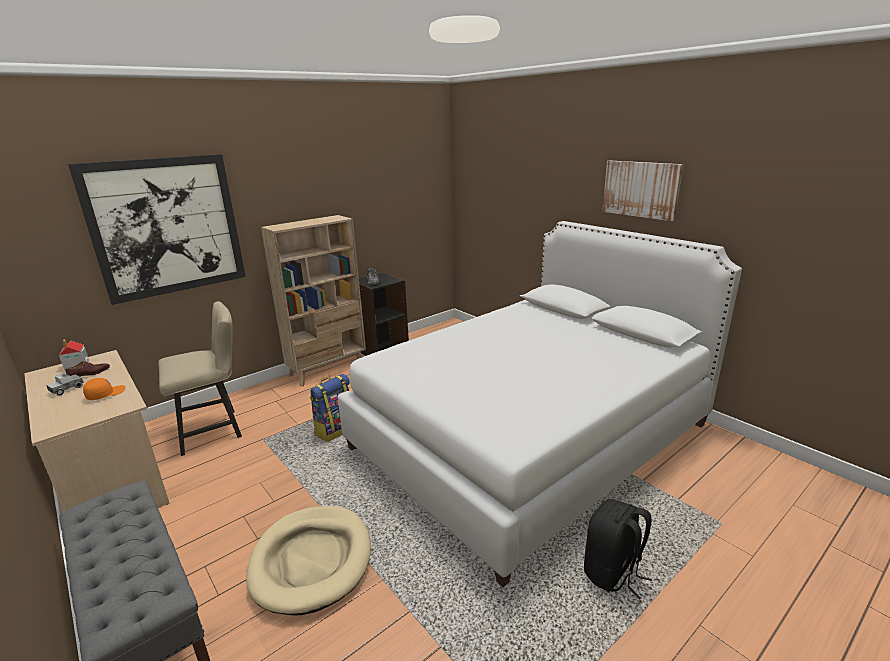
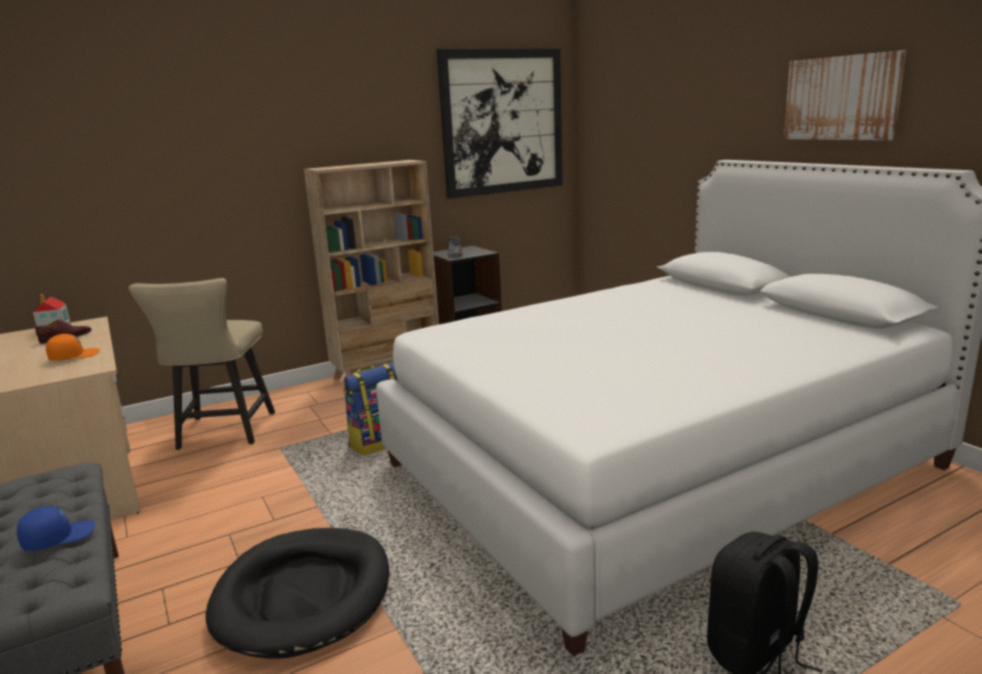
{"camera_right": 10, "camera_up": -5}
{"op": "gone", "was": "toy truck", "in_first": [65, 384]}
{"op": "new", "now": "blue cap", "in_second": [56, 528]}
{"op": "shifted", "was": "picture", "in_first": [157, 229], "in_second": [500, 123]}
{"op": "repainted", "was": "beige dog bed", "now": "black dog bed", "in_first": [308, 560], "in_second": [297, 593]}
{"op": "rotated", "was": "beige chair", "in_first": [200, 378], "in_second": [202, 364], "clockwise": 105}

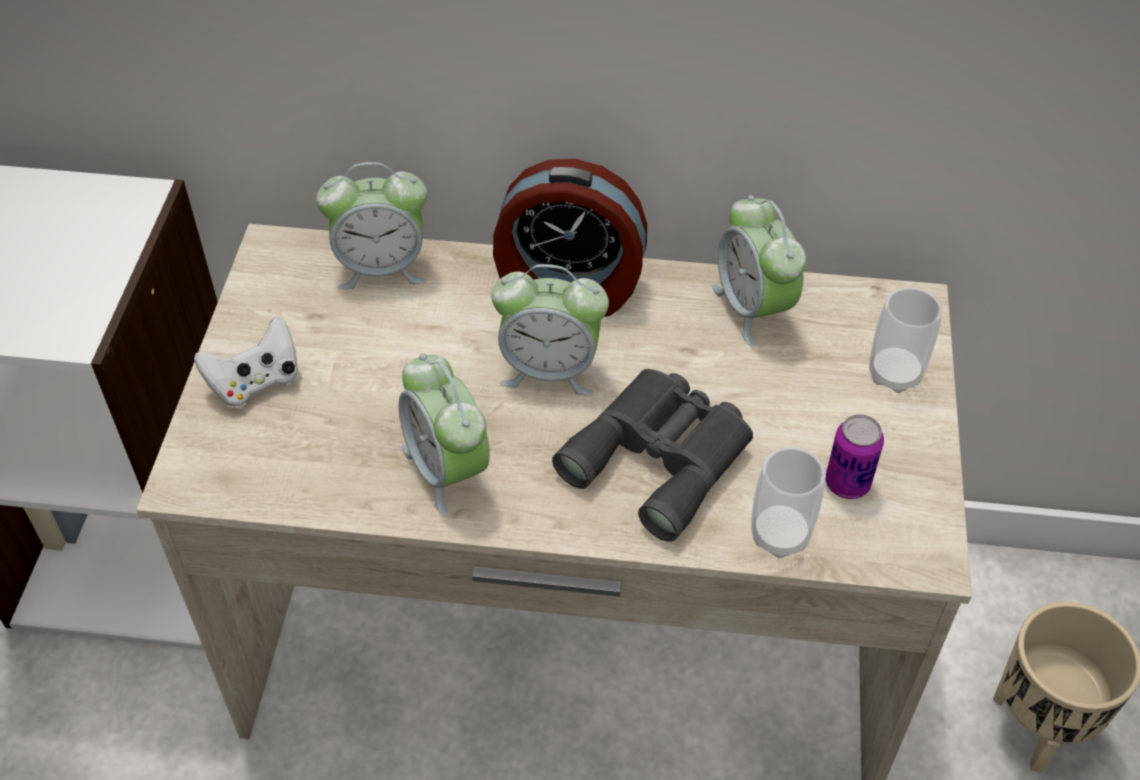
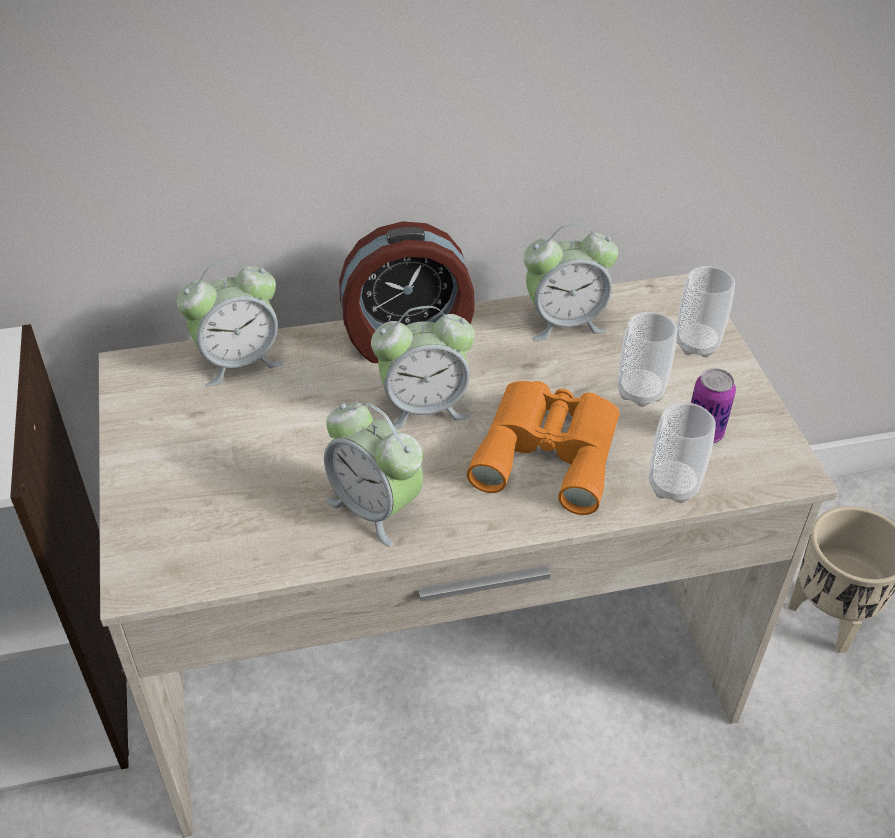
{"camera_right": -20, "camera_up": -5}
{"op": "gone", "was": "white game controller", "in_first": [246, 362]}
{"op": "new", "now": "cup", "in_second": [647, 359]}
{"op": "repainted", "was": "grey binoculars", "now": "orange binoculars", "in_first": [652, 455], "in_second": [543, 448]}
{"op": "rotated", "was": "alarm clock", "in_first": [759, 270], "in_second": [571, 282], "clockwise": -60}

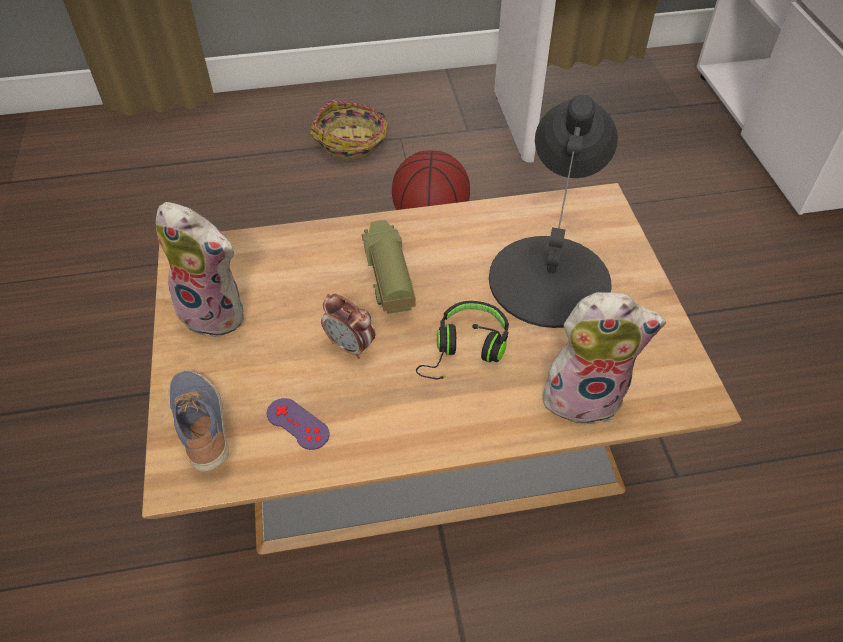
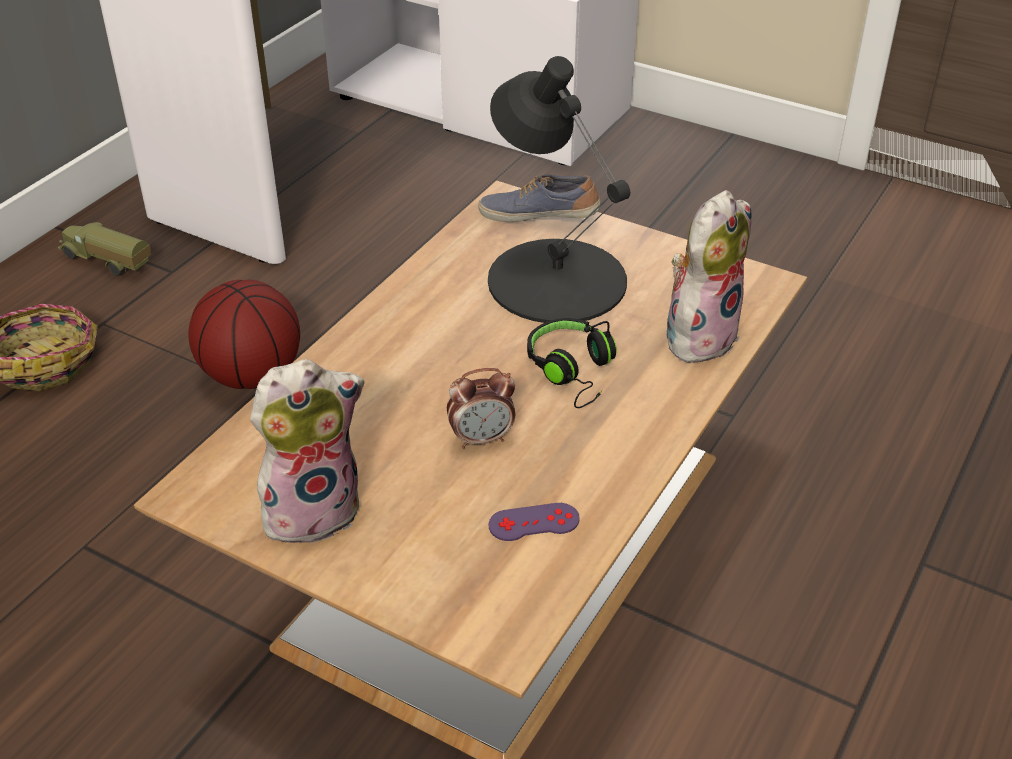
{"camera_right": -50, "camera_up": -10}
{"op": "shifted", "was": "shoe", "in_first": [199, 421], "in_second": [539, 198]}
{"op": "shifted", "was": "toy truck", "in_first": [388, 267], "in_second": [104, 249]}

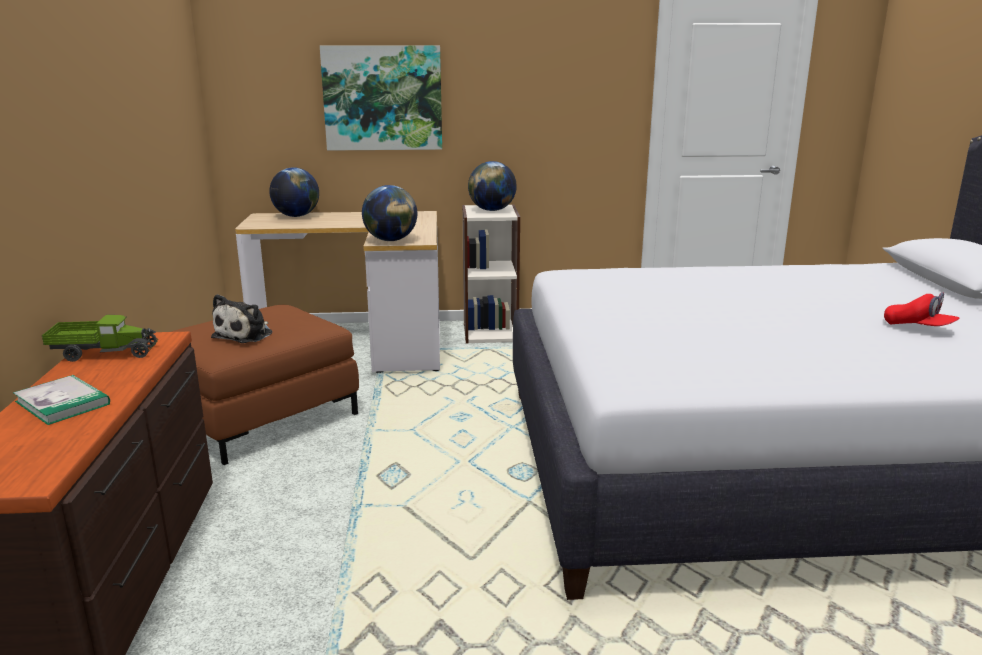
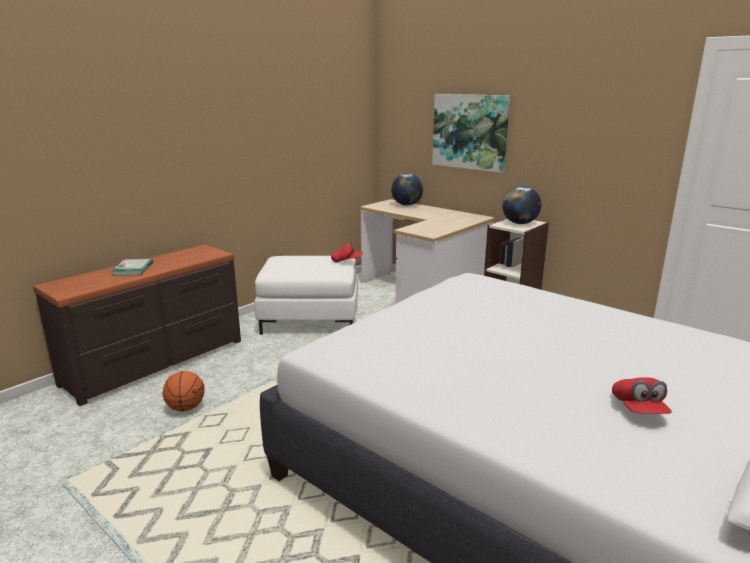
{"camera_right": 45, "camera_up": 0}
{"op": "gone", "was": "toy truck", "in_first": [100, 338]}
{"op": "gone", "was": "plush toy", "in_first": [241, 318]}
{"op": "gone", "was": "globe", "in_first": [389, 213]}
{"op": "new", "now": "basketball", "in_second": [184, 391]}
{"op": "new", "now": "red cap", "in_second": [347, 252]}
{"op": "repainted", "was": "brown ottoman", "now": "white ottoman", "in_first": [265, 385], "in_second": [306, 295]}

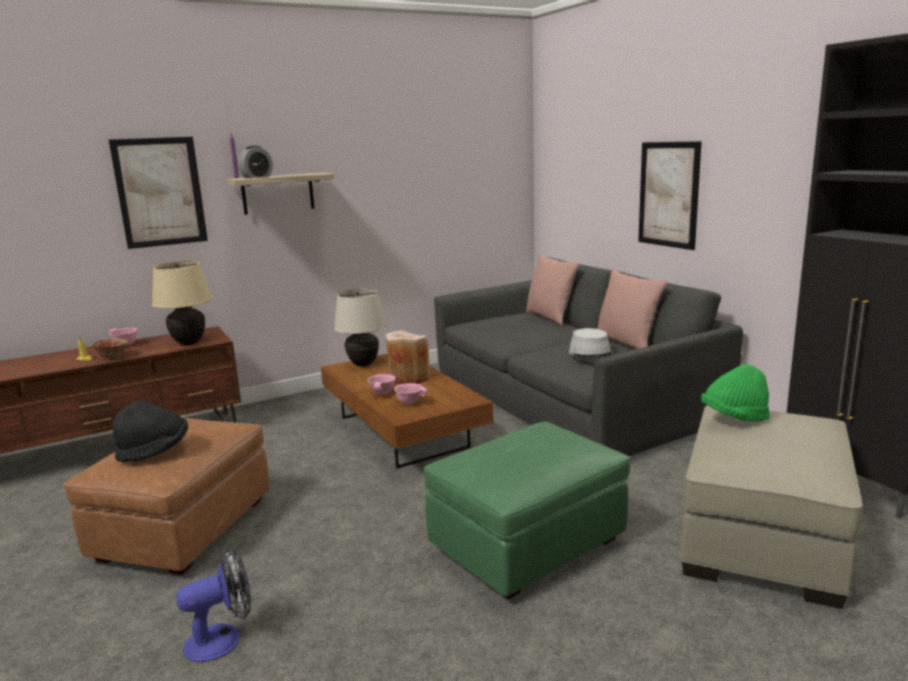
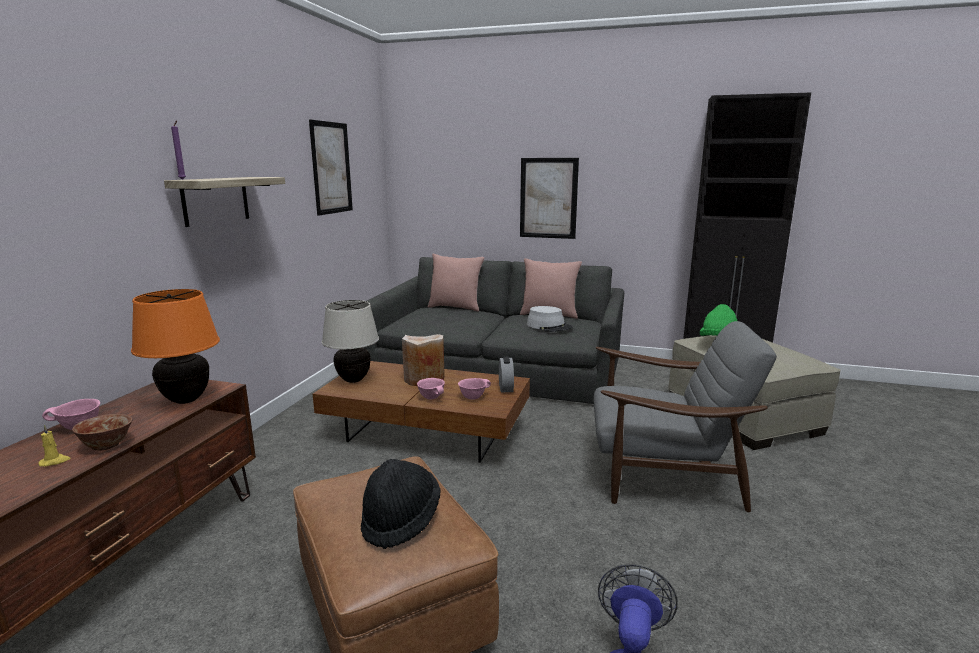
{"camera_right": -45, "camera_up": 0}
{"op": "shifted", "was": "picture", "in_first": [158, 193], "in_second": [331, 167]}
{"op": "shifted", "was": "alarm clock", "in_first": [255, 162], "in_second": [506, 374]}
{"op": "swapped", "was": "green ottoman", "now": "grey armchair", "in_first": [527, 510], "in_second": [685, 416]}
{"op": "repainted", "was": "beige table lamp", "now": "orange table lamp", "in_first": [182, 303], "in_second": [175, 346]}

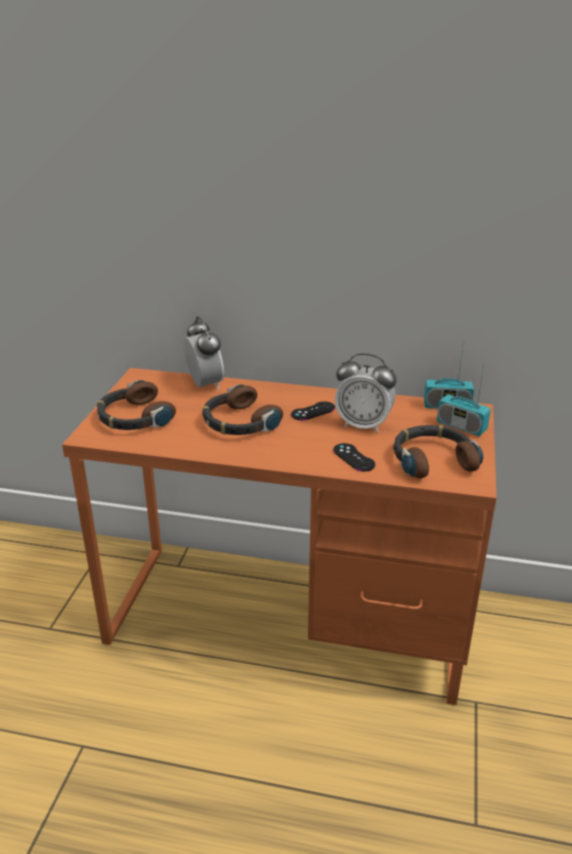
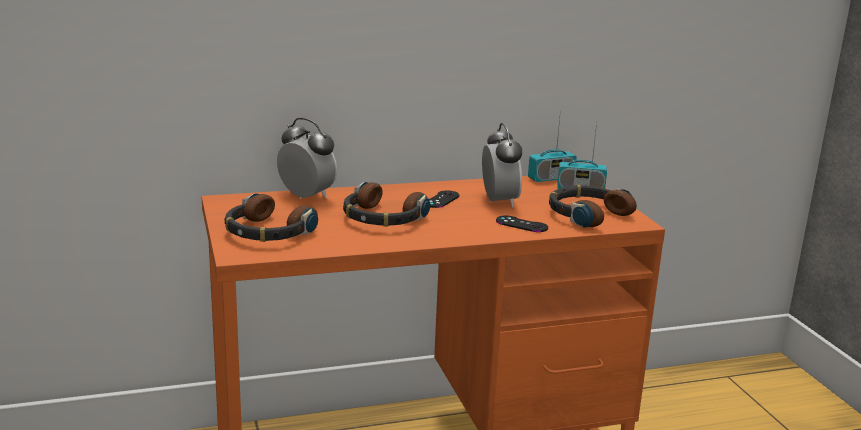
{"camera_right": -30, "camera_up": -10}
{"op": "rotated", "was": "alarm clock", "in_first": [366, 393], "in_second": [502, 165], "clockwise": -90}

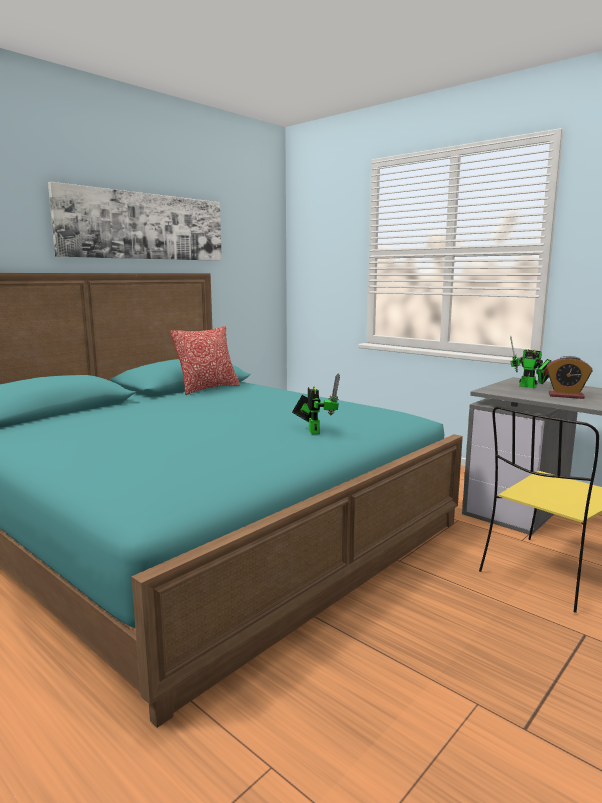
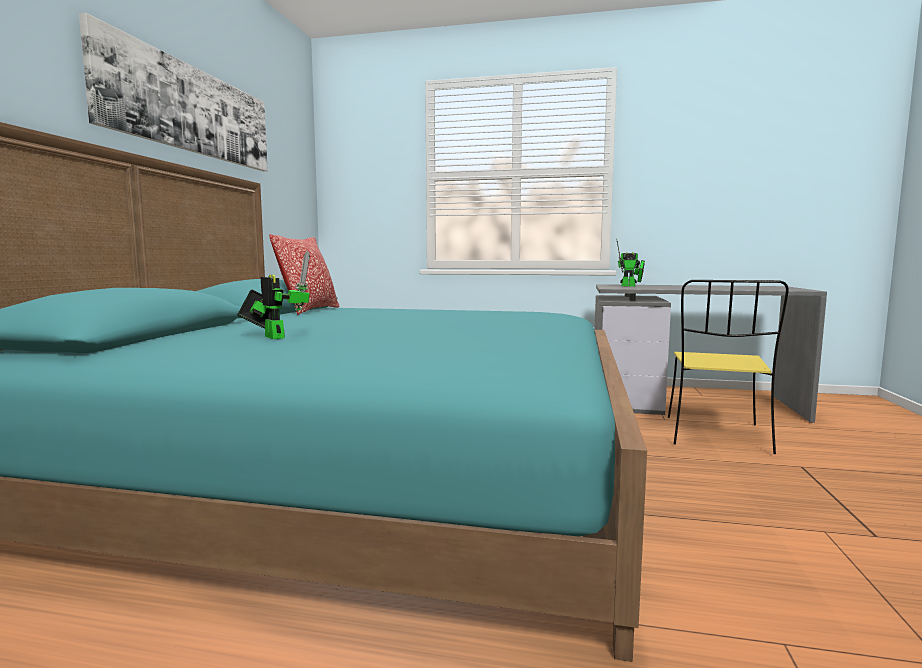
{"camera_right": -30, "camera_up": -5}
{"op": "gone", "was": "alarm clock", "in_first": [569, 377]}
{"op": "shifted", "was": "toy robot", "in_first": [316, 403], "in_second": [273, 295]}

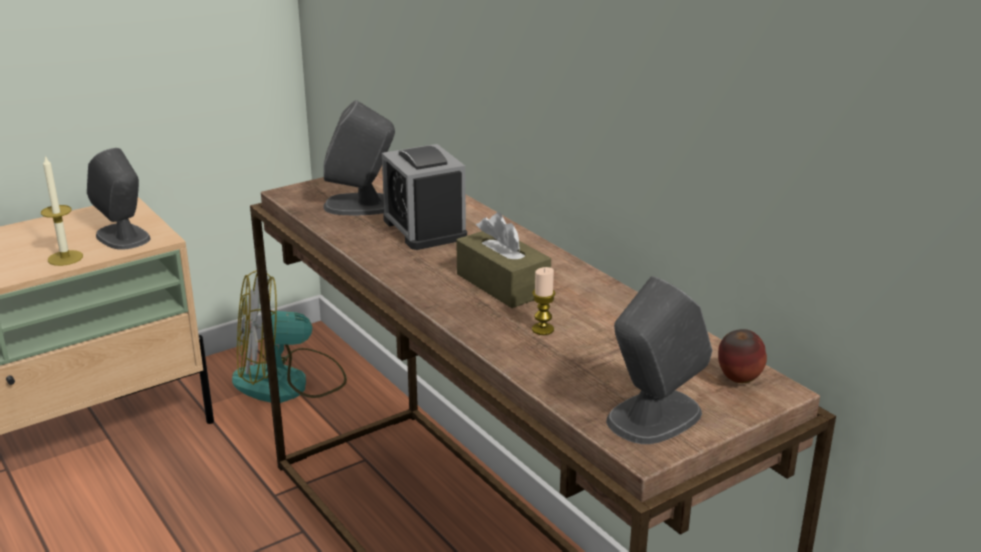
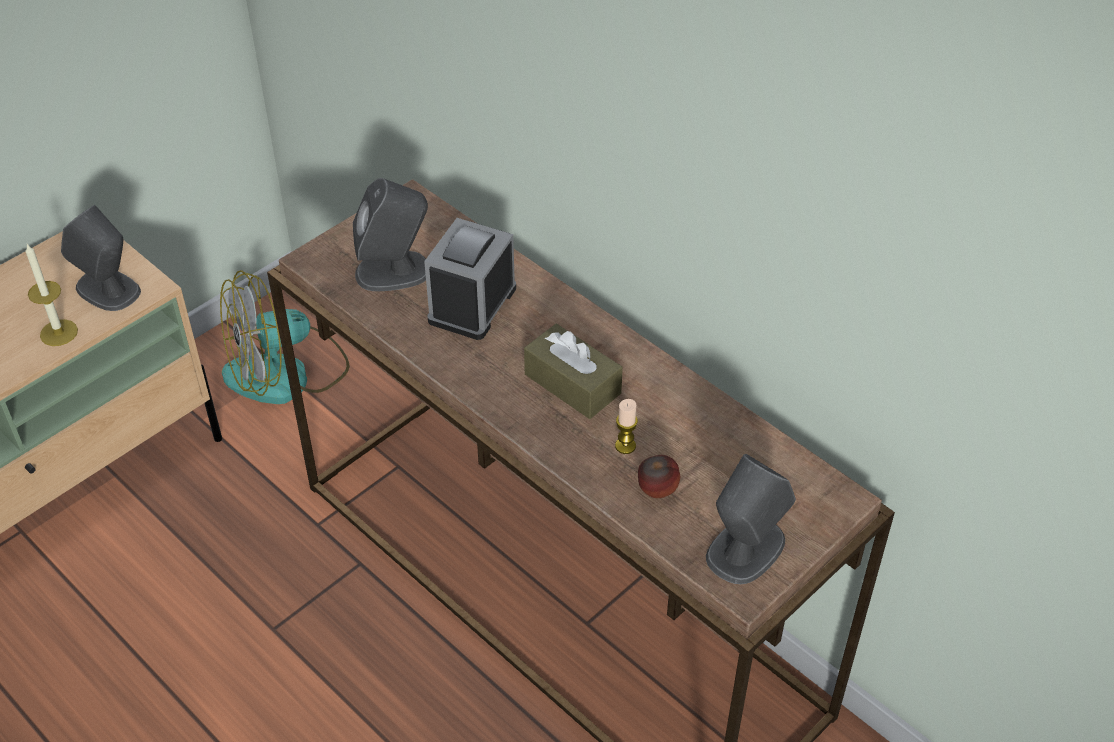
{"camera_right": -10, "camera_up": 20}
{"op": "shifted", "was": "apple", "in_first": [742, 356], "in_second": [659, 476]}
{"op": "rotated", "was": "alarm clock", "in_first": [424, 197], "in_second": [470, 279], "clockwise": 60}

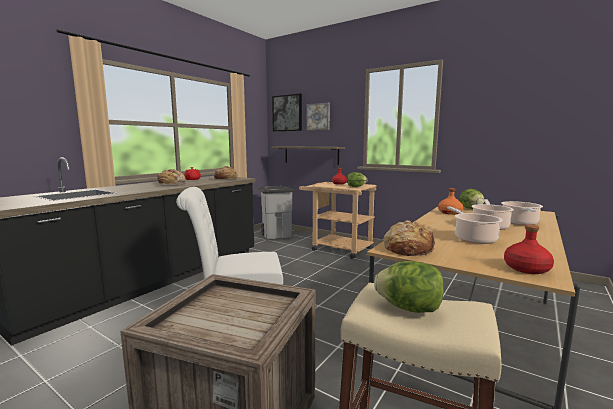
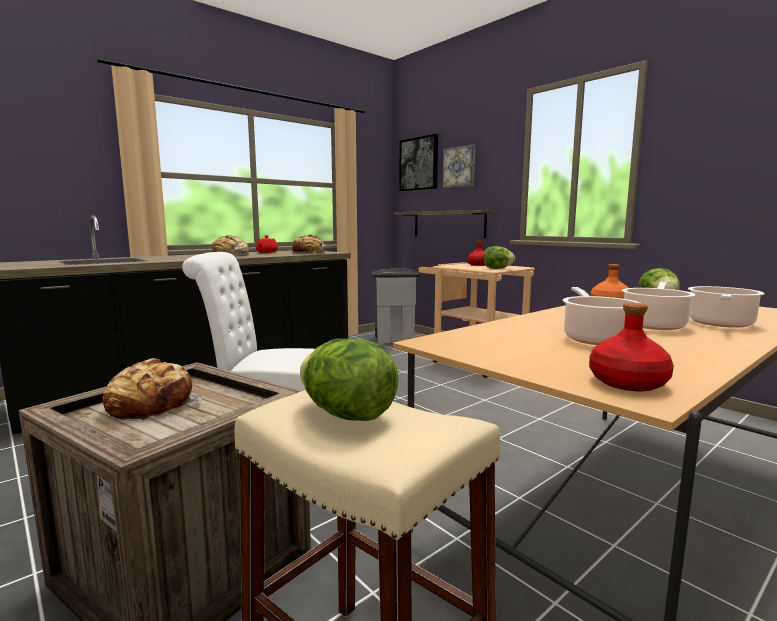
{"camera_right": 15, "camera_up": 0}
{"op": "shifted", "was": "bread", "in_first": [409, 238], "in_second": [152, 389]}

